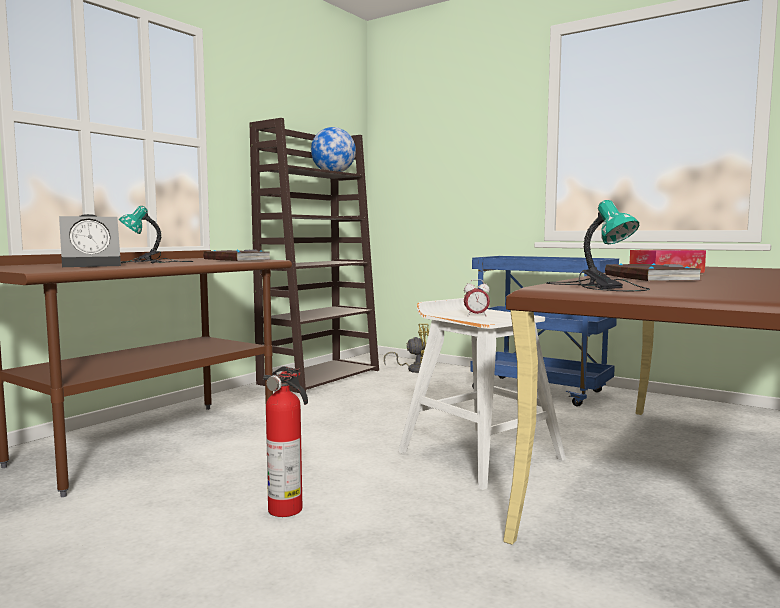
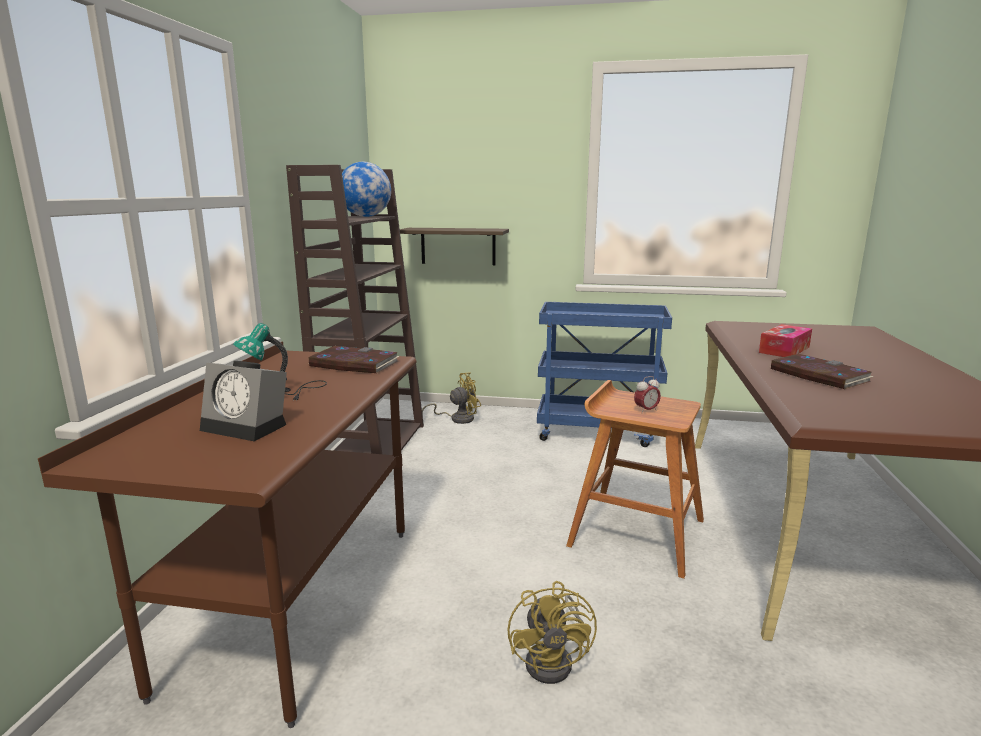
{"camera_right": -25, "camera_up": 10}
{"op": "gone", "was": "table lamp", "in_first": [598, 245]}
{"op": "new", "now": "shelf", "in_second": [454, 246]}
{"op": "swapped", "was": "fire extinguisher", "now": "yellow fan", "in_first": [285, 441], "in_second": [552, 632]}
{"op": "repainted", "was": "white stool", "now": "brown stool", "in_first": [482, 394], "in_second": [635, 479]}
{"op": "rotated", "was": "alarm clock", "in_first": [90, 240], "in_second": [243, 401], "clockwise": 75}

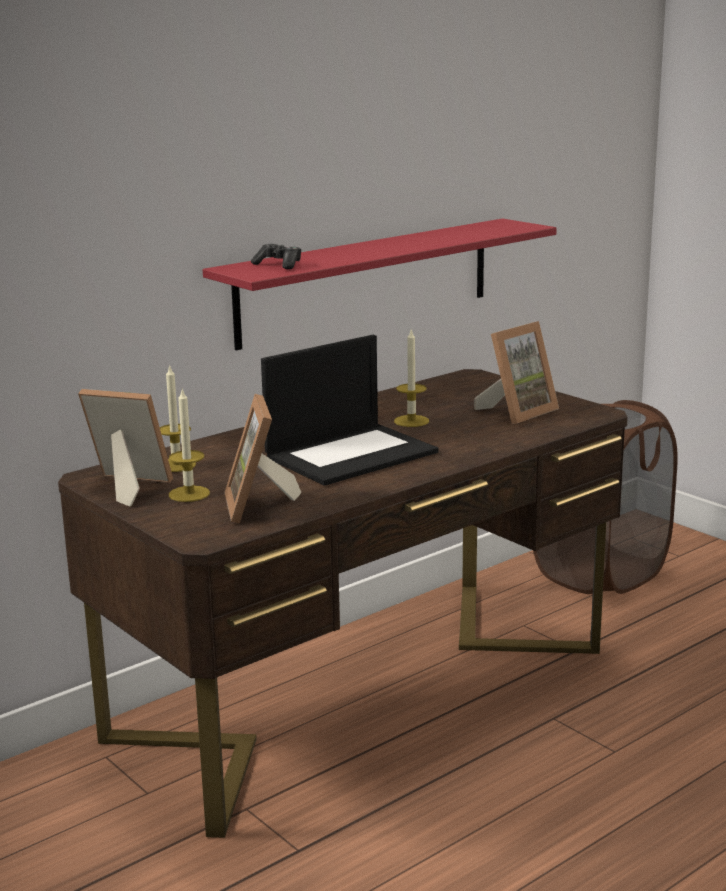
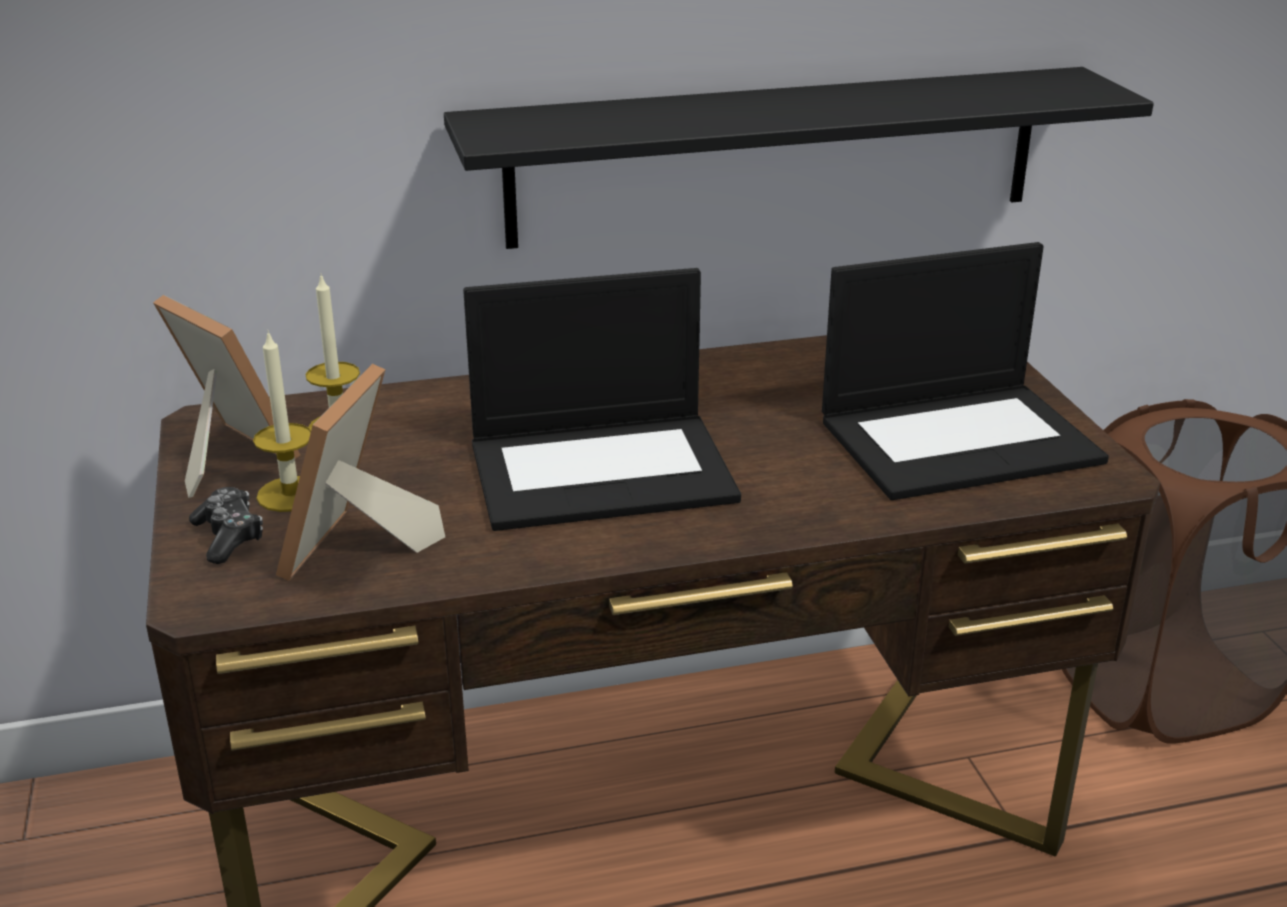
{"camera_right": 25, "camera_up": 10}
{"op": "gone", "was": "candle", "in_first": [411, 378]}
{"op": "shifted", "was": "game controller", "in_first": [276, 256], "in_second": [226, 525]}
{"op": "swapped", "was": "picture frame", "now": "laptop", "in_first": [516, 372], "in_second": [965, 371]}
{"op": "repainted", "was": "red shelf", "now": "black shelf", "in_first": [380, 284], "in_second": [799, 158]}

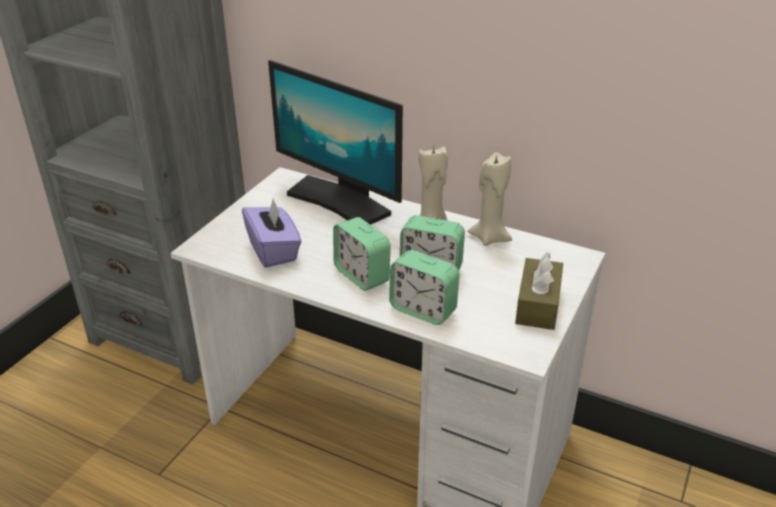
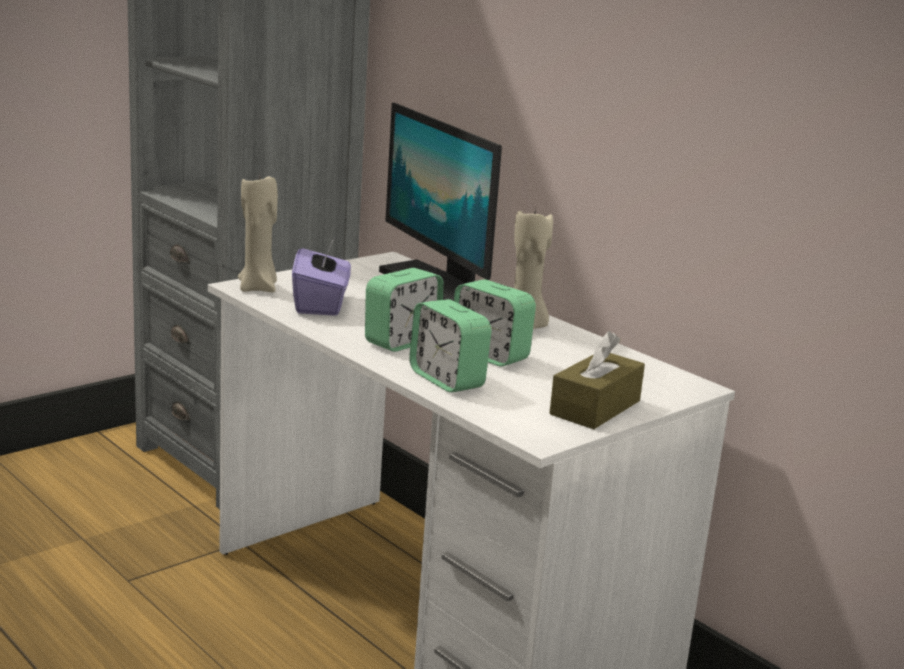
{"camera_right": 20, "camera_up": -15}
{"op": "shifted", "was": "beige candle", "in_first": [489, 199], "in_second": [258, 231]}
{"op": "rotated", "was": "alarm clock", "in_first": [362, 254], "in_second": [404, 310], "clockwise": -120}

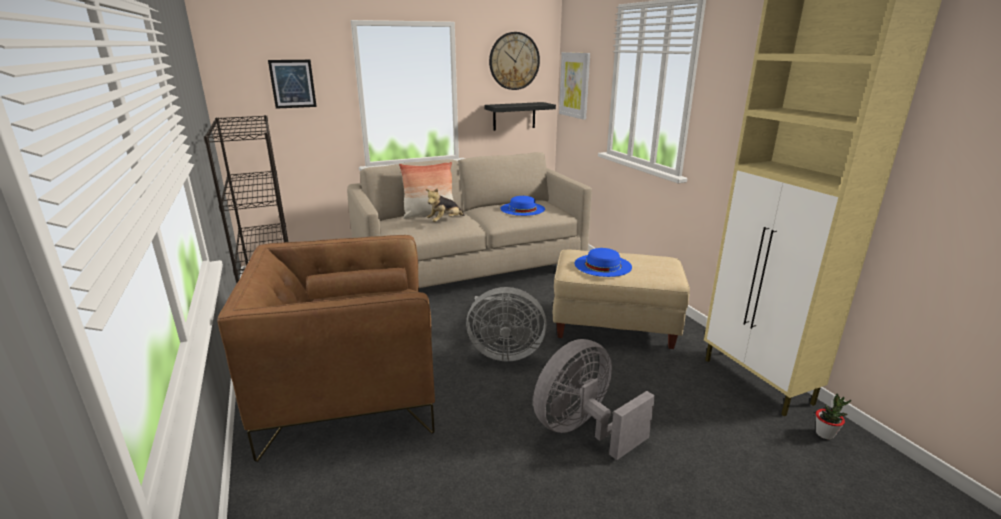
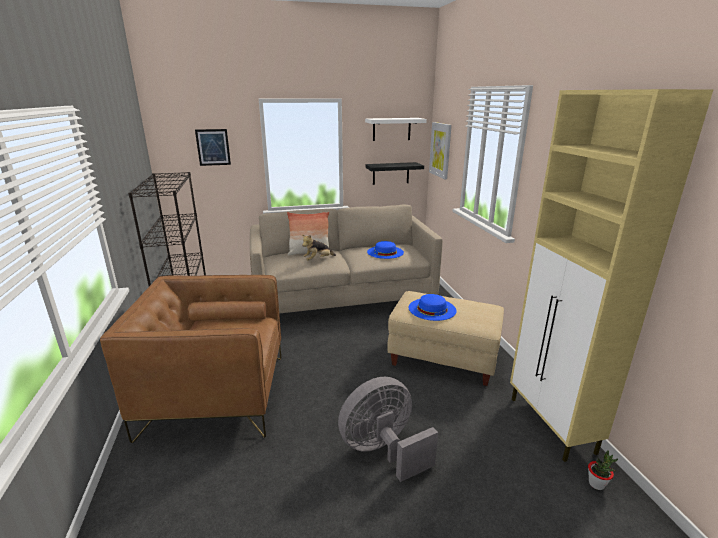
{"camera_right": 10, "camera_up": 0}
{"op": "gone", "was": "grey fan", "in_first": [506, 324]}
{"op": "swapped", "was": "wall clock", "now": "white shelf", "in_first": [514, 61], "in_second": [396, 129]}

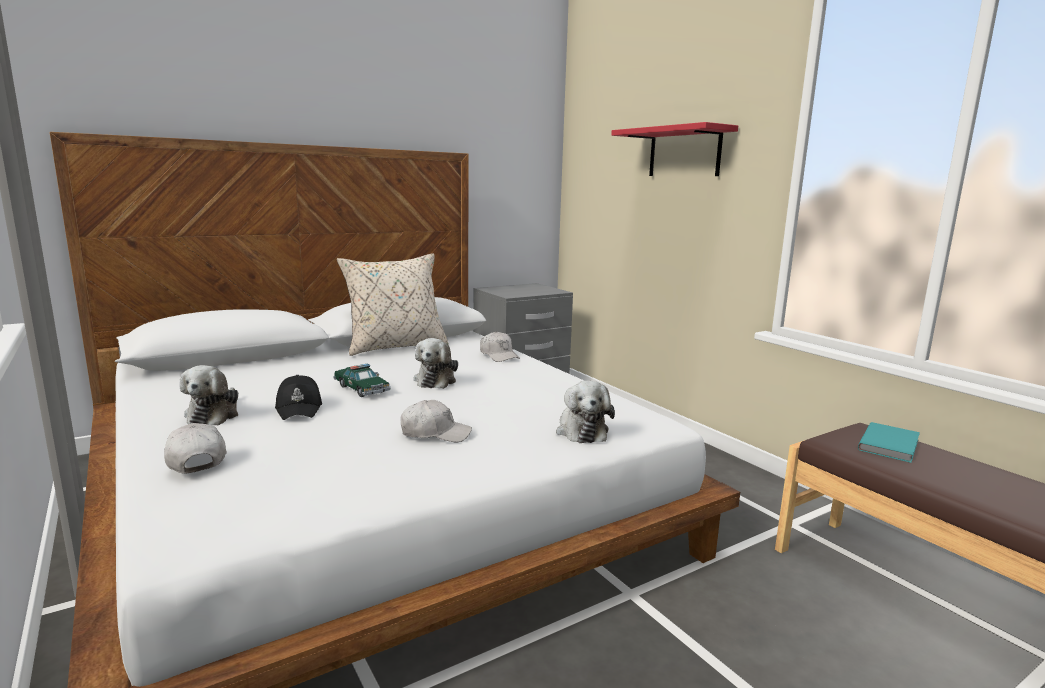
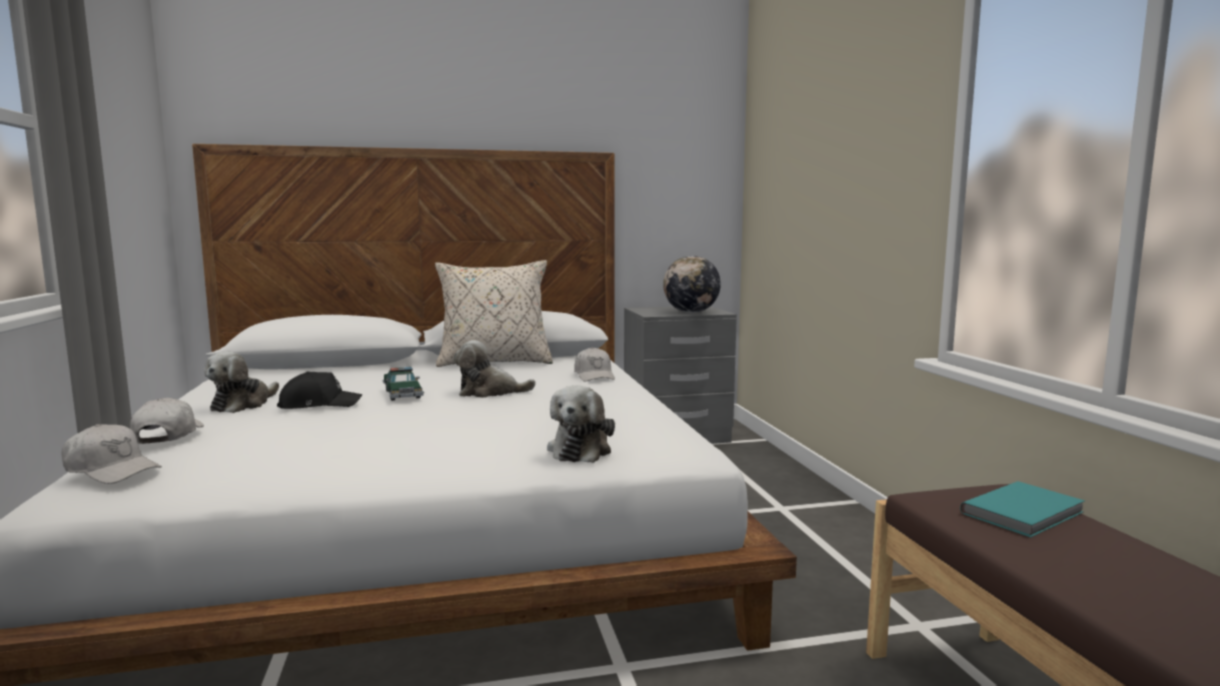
{"camera_right": 20, "camera_up": -5}
{"op": "gone", "was": "red shelf", "in_first": [674, 149]}
{"op": "new", "now": "globe", "in_second": [692, 284]}
{"op": "shifted", "was": "white cap", "in_first": [436, 421], "in_second": [111, 454]}
{"op": "rotated", "was": "black cap", "in_first": [298, 397], "in_second": [320, 390], "clockwise": -105}
{"op": "rotated", "was": "plush toy", "in_first": [435, 363], "in_second": [495, 369], "clockwise": 60}

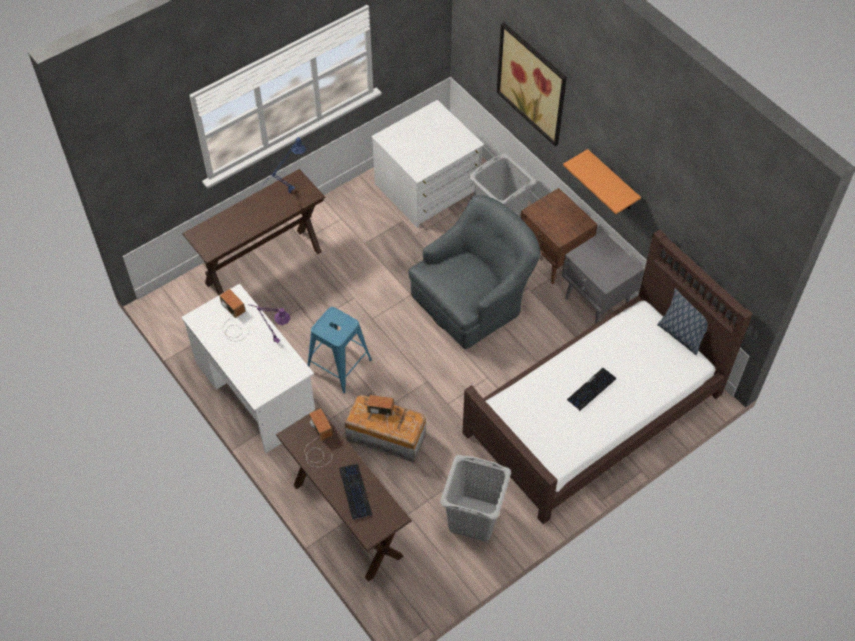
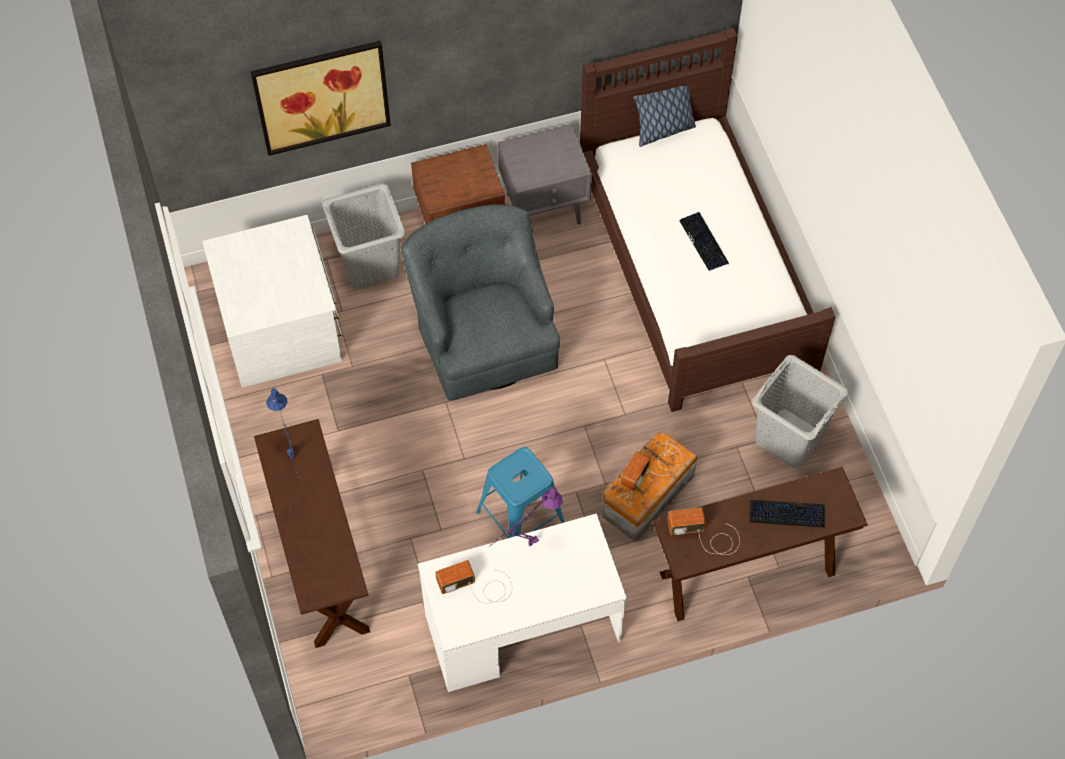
{"camera_right": -70, "camera_up": 5}
{"op": "gone", "was": "orange shelf", "in_first": [602, 181]}

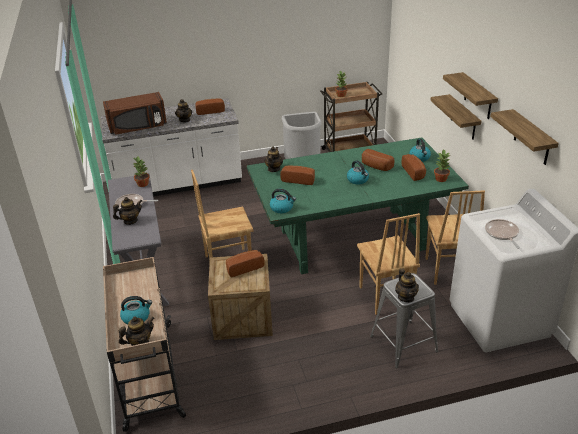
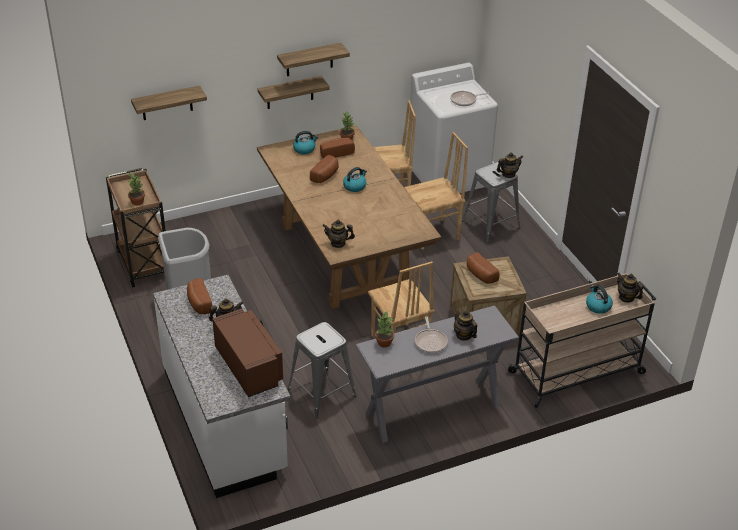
{"camera_right": -100, "camera_up": 5}
{"op": "gone", "was": "kettle", "in_first": [283, 201]}
{"op": "gone", "was": "bread", "in_first": [297, 175]}
{"op": "new", "now": "grey stool", "in_second": [321, 370]}
{"op": "shifted", "was": "shelf", "in_first": [524, 137], "in_second": [169, 103]}
{"op": "repainted", "was": "green dining table", "now": "brown dining table", "in_first": [358, 206], "in_second": [349, 217]}

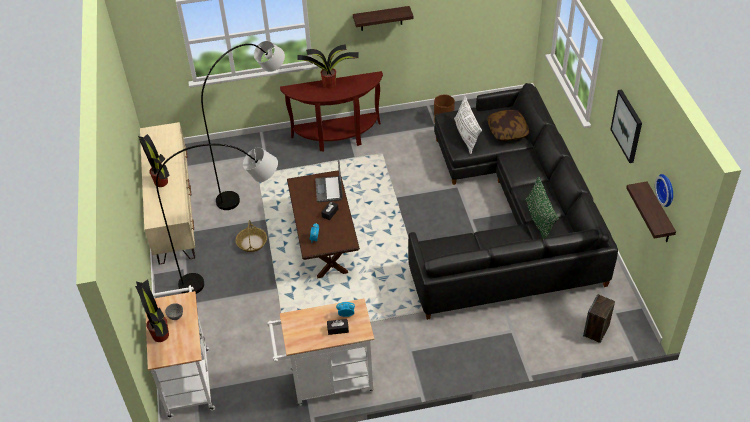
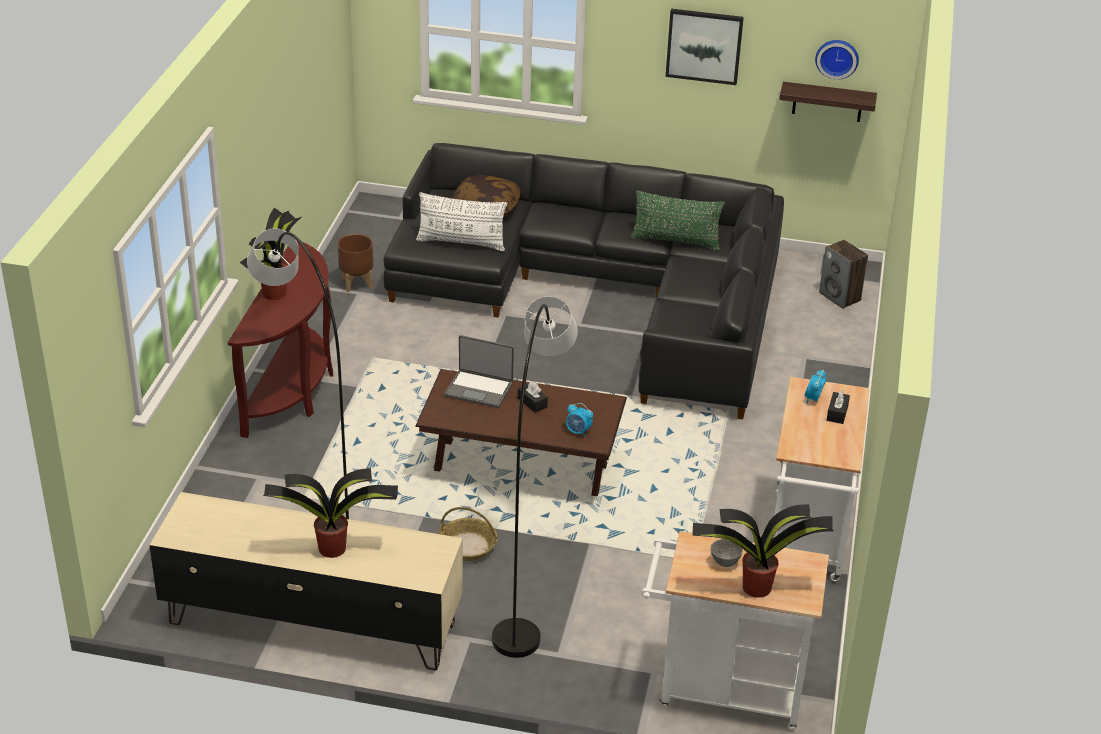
{"camera_right": -70, "camera_up": -10}
{"op": "gone", "was": "shelf", "in_first": [383, 18]}

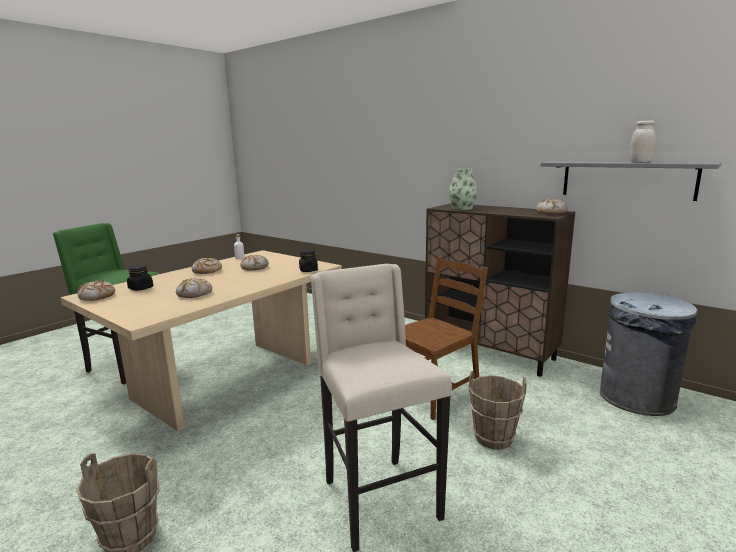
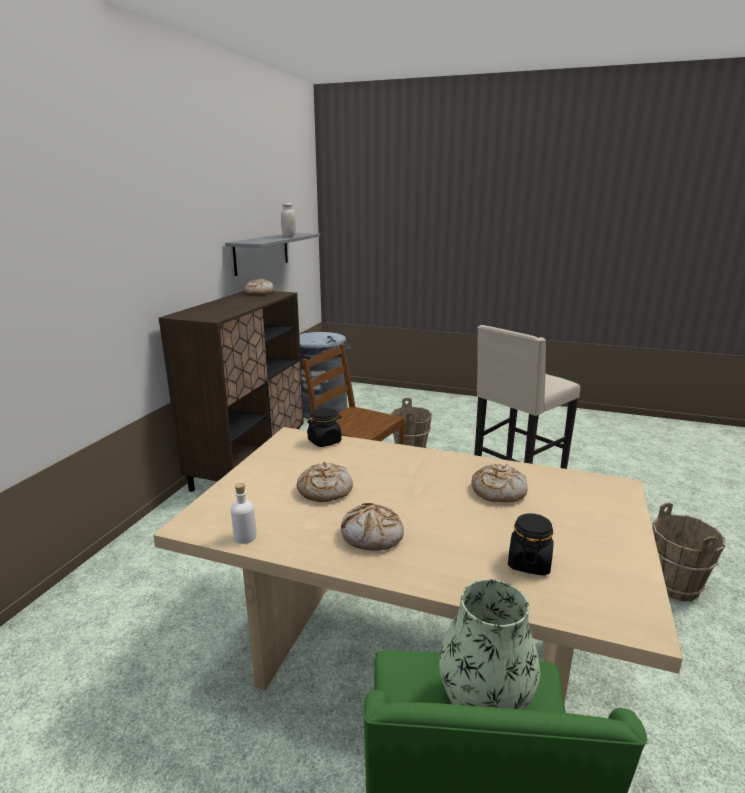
{"camera_right": -110, "camera_up": 5}
{"op": "gone", "was": "bread", "in_first": [96, 290]}
{"op": "shifted", "was": "vase", "in_first": [463, 189], "in_second": [489, 644]}

